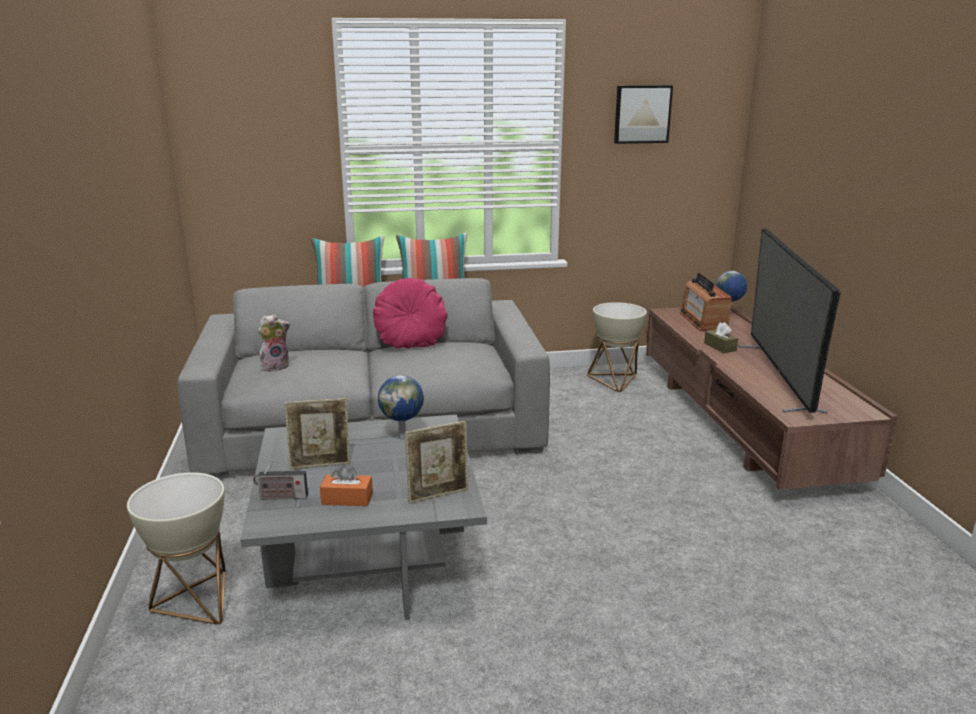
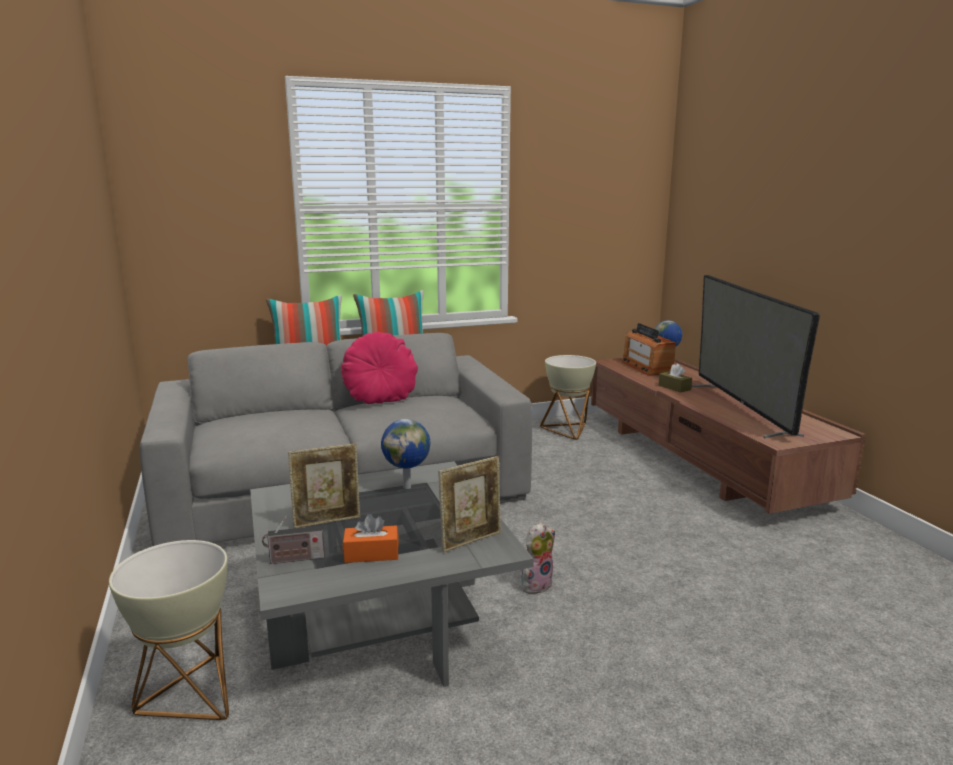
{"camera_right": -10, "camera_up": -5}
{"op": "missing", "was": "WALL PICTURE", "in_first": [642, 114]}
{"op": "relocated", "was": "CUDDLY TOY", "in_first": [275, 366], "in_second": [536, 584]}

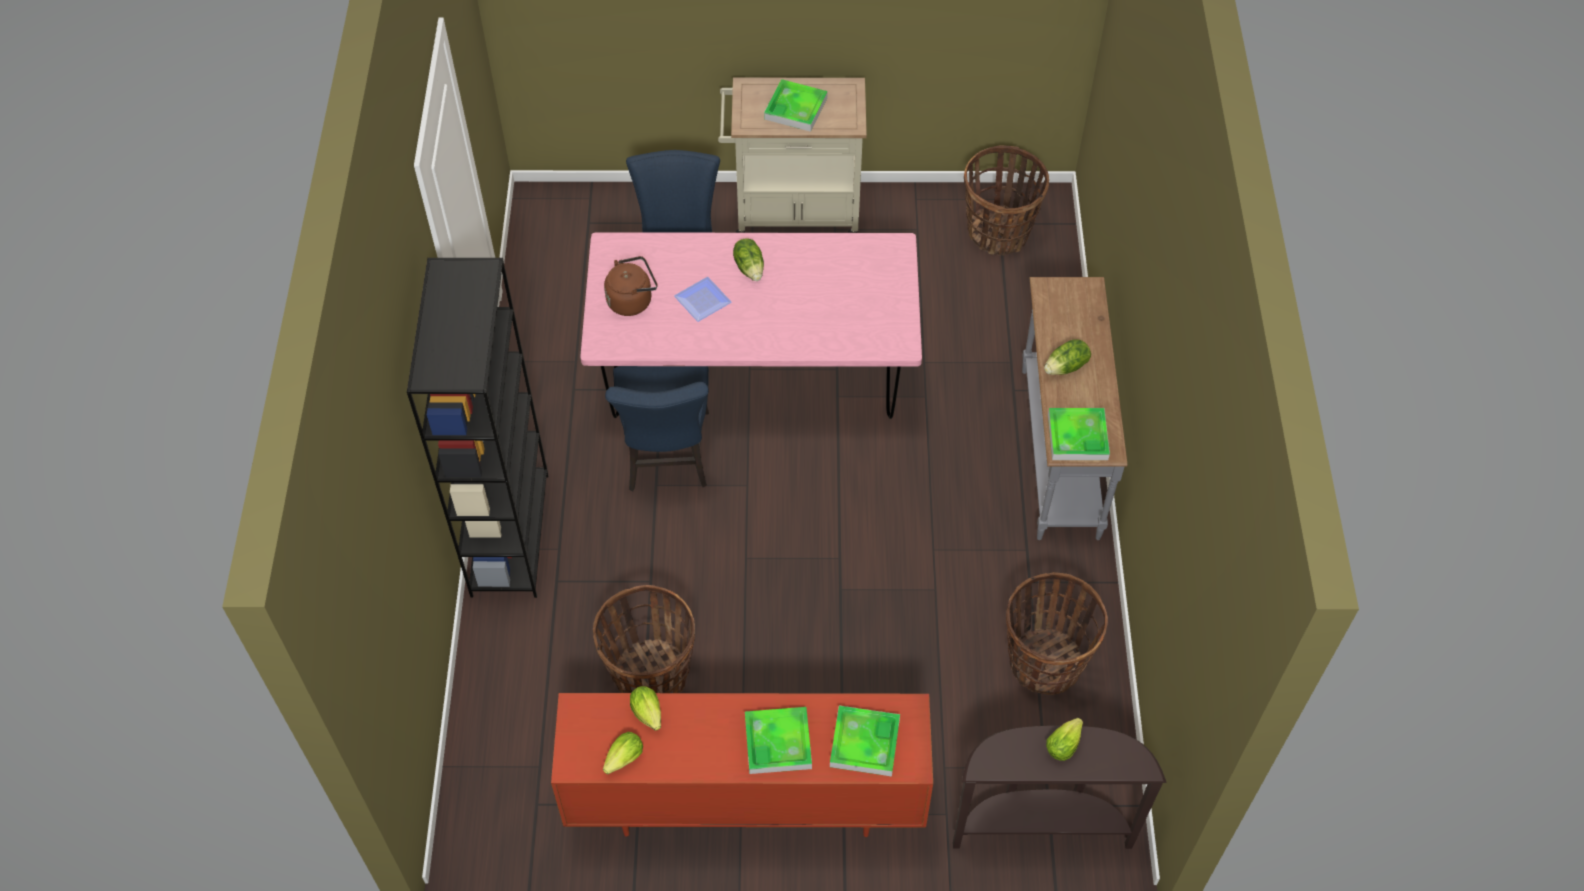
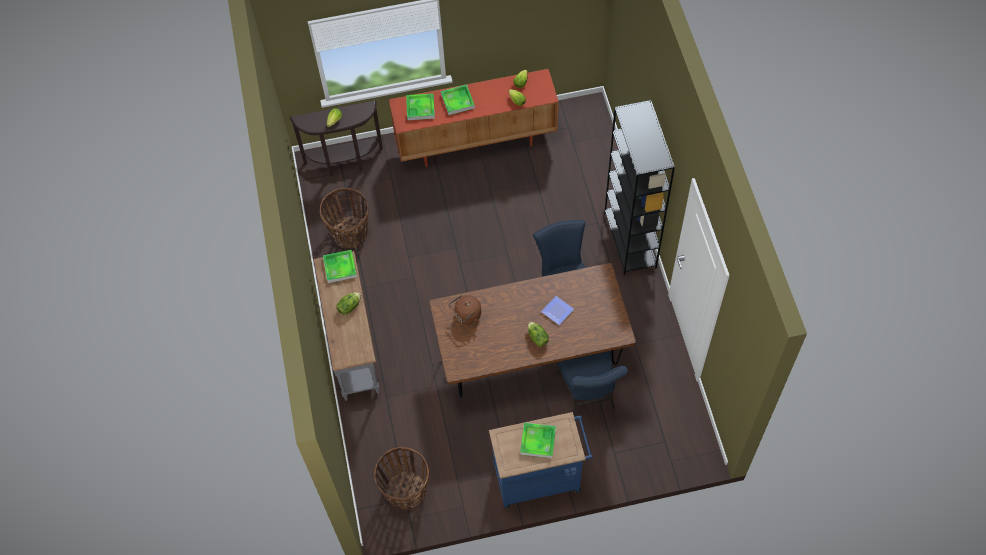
{"camera_right": 170, "camera_up": 5}
{"op": "missing", "was": "BASKET", "in_first": [650, 675]}
{"op": "relocated", "was": "BROWN WATER KETTLE", "in_first": [632, 300], "in_second": [467, 316]}
{"op": "colour", "was": "PINK KITCHEN TABLE", "now": "BROWN KITCHEN TABLE", "in_first": [755, 376], "in_second": [531, 356]}
{"op": "colour", "was": "BEIGE-COLOURED TROLLEY", "now": "BLUE-COLOURED TROLLEY", "in_first": [792, 211], "in_second": [540, 479]}

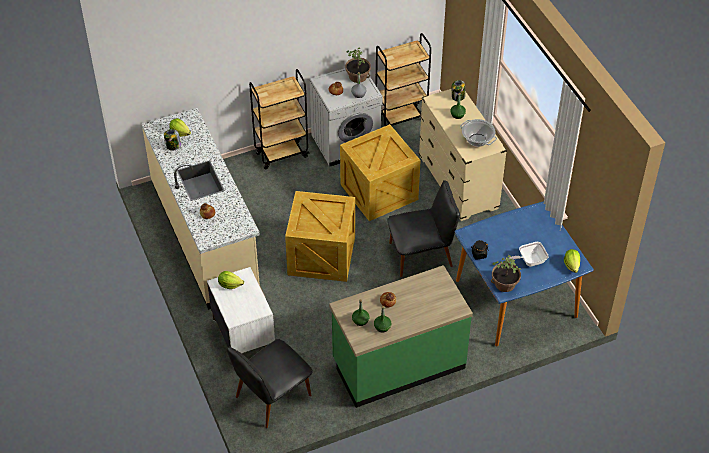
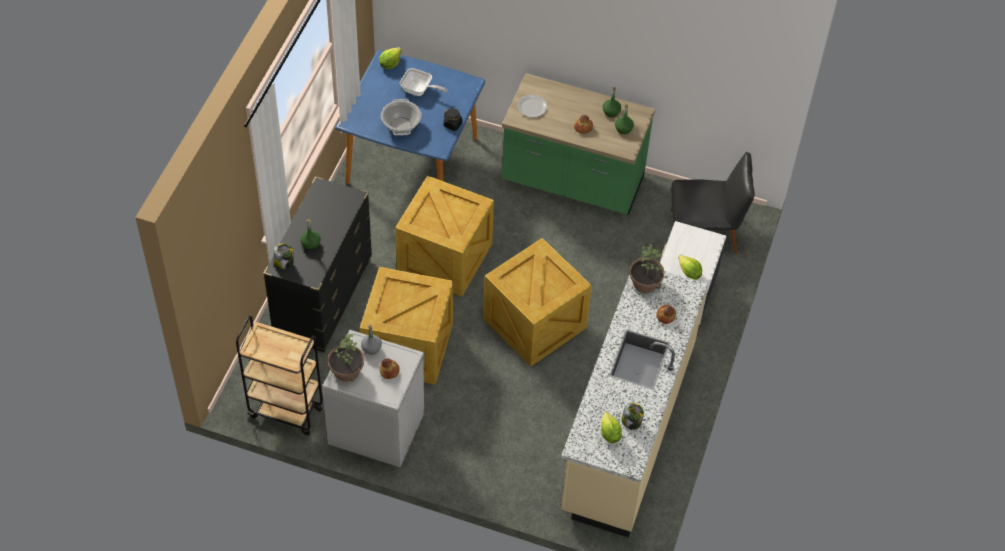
{"camera_right": -140, "camera_up": 5}
{"op": "missing", "was": "BROWN TROLLEY", "in_first": [282, 154]}
{"op": "appeared", "now": "FLAT DISH", "in_second": [532, 107]}
{"op": "relocated", "was": "COOKING POT", "in_first": [477, 140], "in_second": [401, 126]}
{"op": "relocated", "was": "PLANT IN A POT", "in_first": [505, 283], "in_second": [644, 283]}
{"op": "exchanged", "was": "BLACK PLAIN CHAIR", "now": "SHIPPING CRATE", "in_first": [420, 254], "in_second": [444, 256]}
{"op": "colour", "was": "BEIGE-COLOURED DRESSER", "now": "BLACK DRESSER", "in_first": [458, 183], "in_second": [323, 297]}

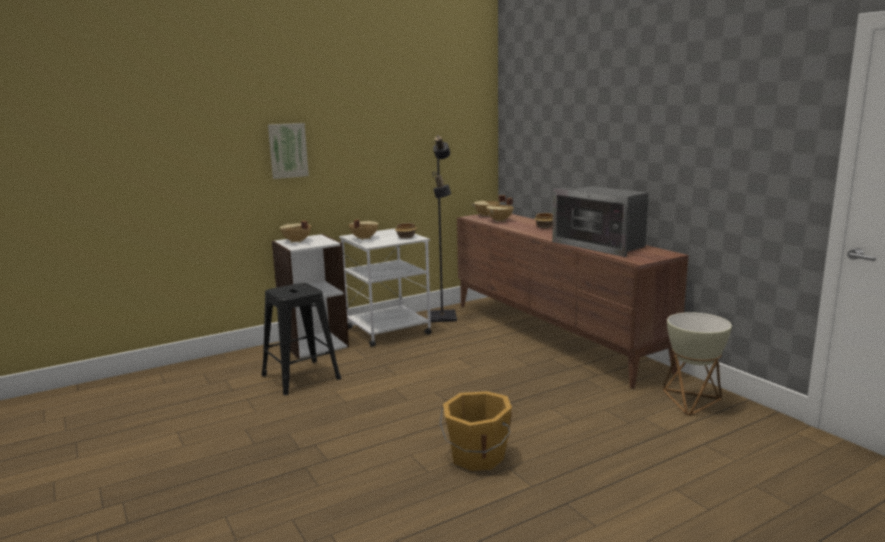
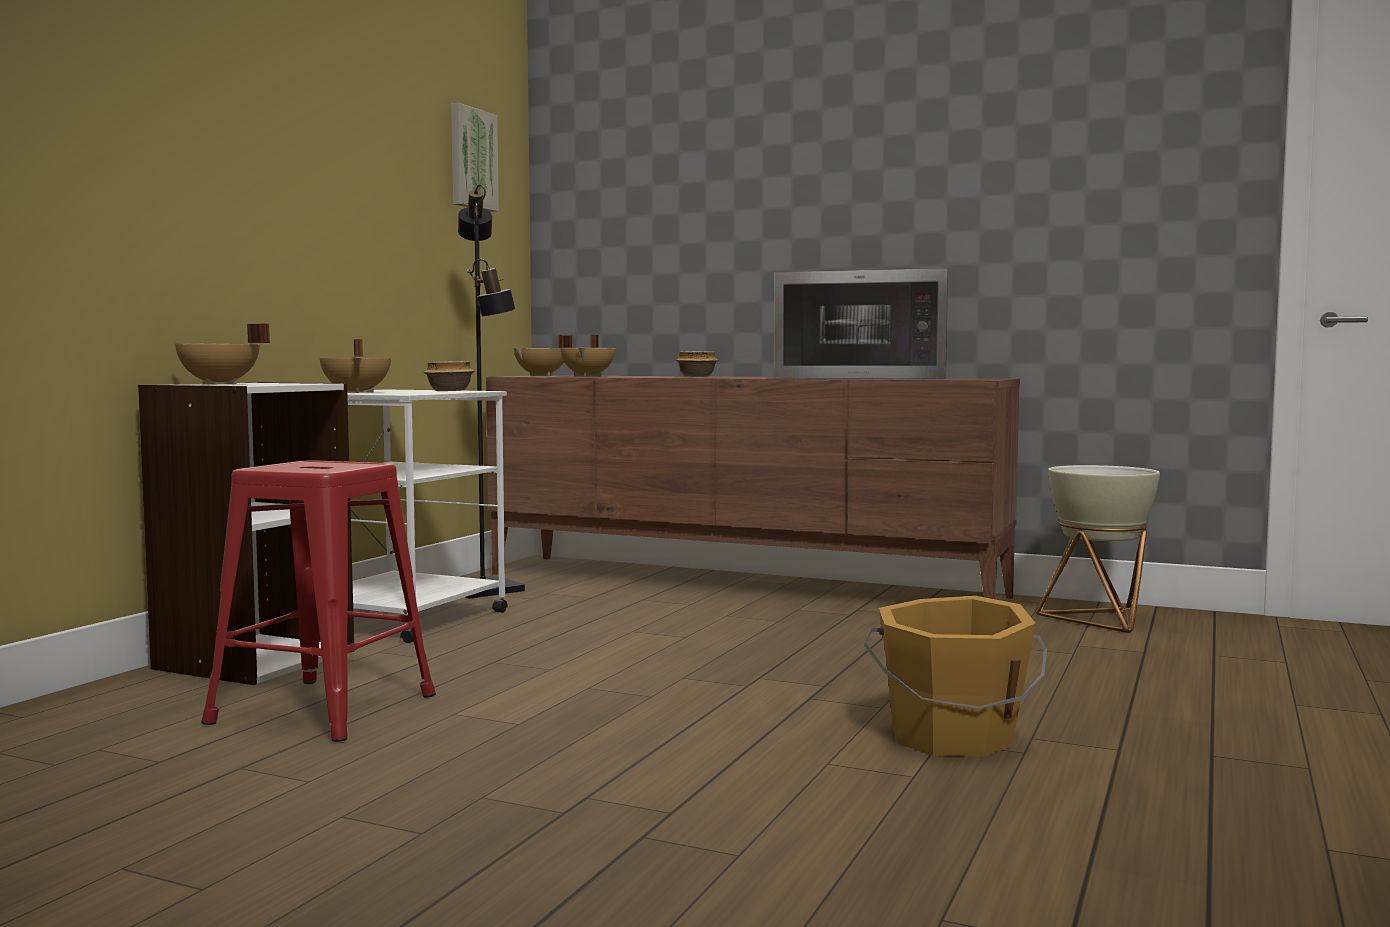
{"camera_right": -35, "camera_up": -10}
{"op": "relocated", "was": "WALL PICTURE", "in_first": [287, 150], "in_second": [471, 159]}
{"op": "colour", "was": "BLACK STOOL", "now": "RED-COLOURED STOOL", "in_first": [301, 377], "in_second": [324, 709]}

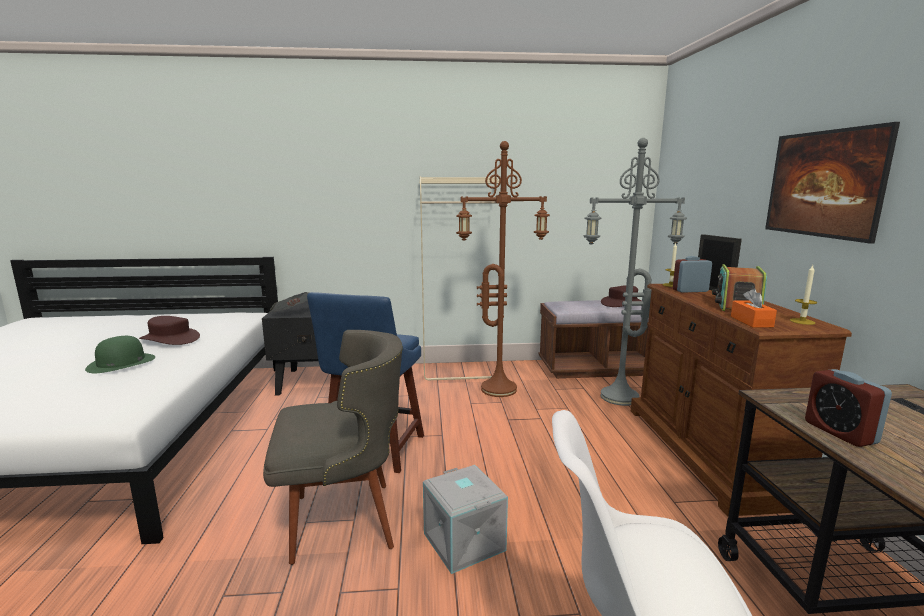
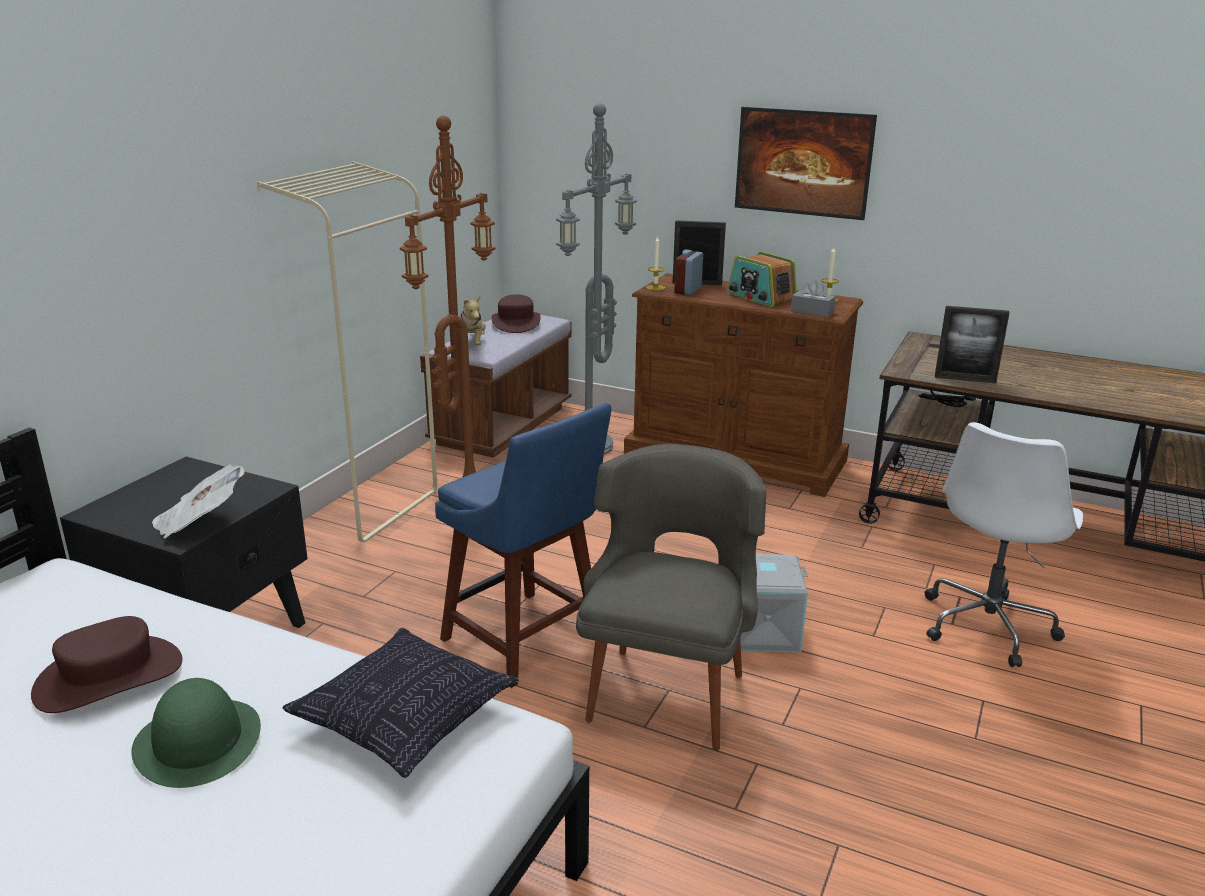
{"camera_right": -60, "camera_up": 10}
{"op": "appeared", "now": "THROW PILLOW", "in_second": [406, 719]}
{"op": "appeared", "now": "CUDDLY TOY", "in_second": [471, 344]}
{"op": "exchanged", "was": "BEDSIDE CLOCK", "now": "STANDING FRAME", "in_first": [840, 432], "in_second": [965, 379]}
{"op": "colour", "was": "ORANGE-COLOURED TISSUE HOLDER", "now": "GREYISH TISSUE HOLDER", "in_first": [751, 321], "in_second": [812, 311]}

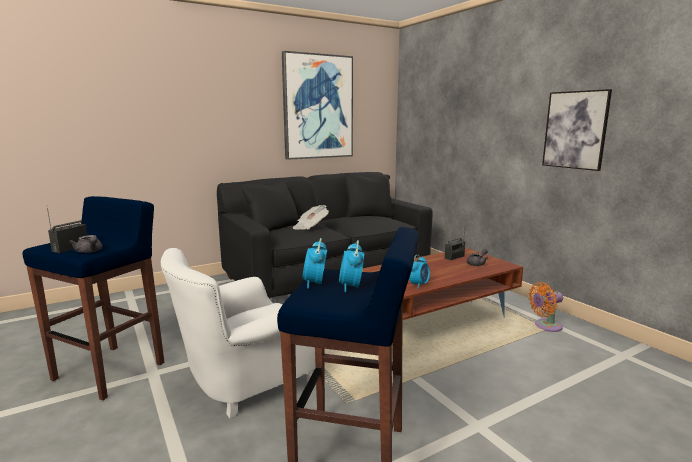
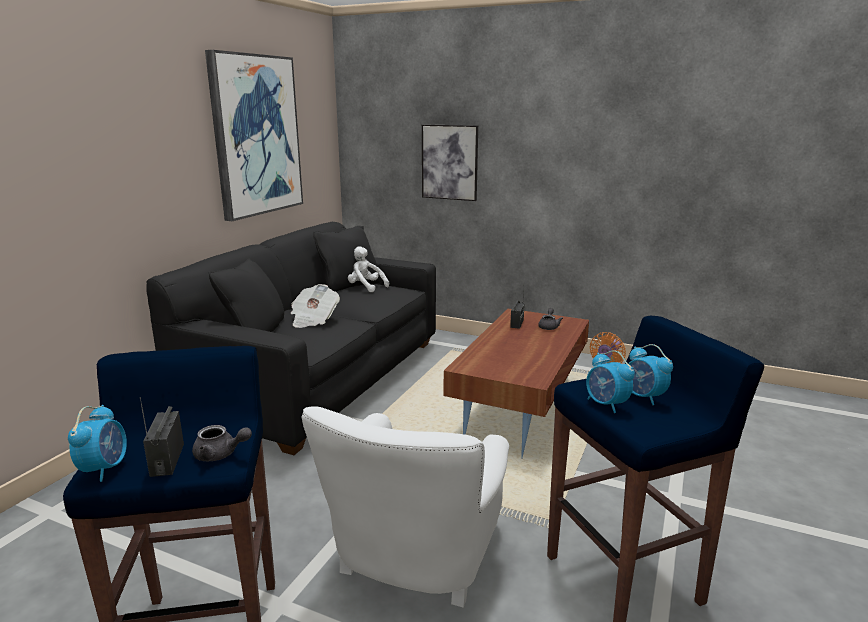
{"camera_right": -35, "camera_up": 5}
{"op": "appeared", "now": "WHITE-COLOURED CUDDLY TOY", "in_second": [365, 287]}
{"op": "relocated", "was": "BEDSIDE CLOCK", "in_first": [419, 285], "in_second": [105, 468]}
{"op": "relocated", "was": "WALL PICTURE", "in_first": [575, 130], "in_second": [449, 162]}

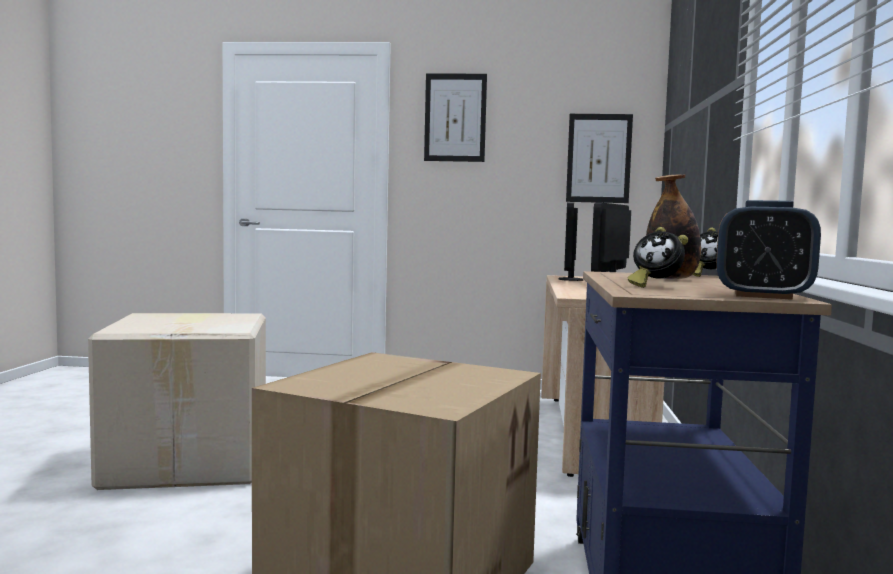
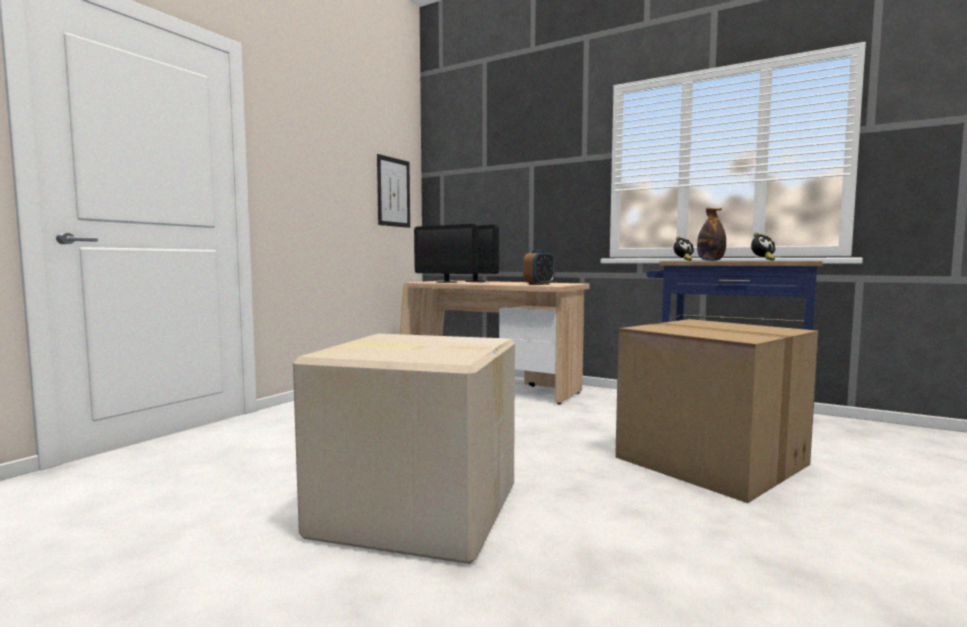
{"camera_right": -65, "camera_up": 0}
{"op": "missing", "was": "WALL PICTURE", "in_first": [455, 117]}
{"op": "relocated", "was": "BEDSIDE CLOCK", "in_first": [762, 296], "in_second": [539, 284]}

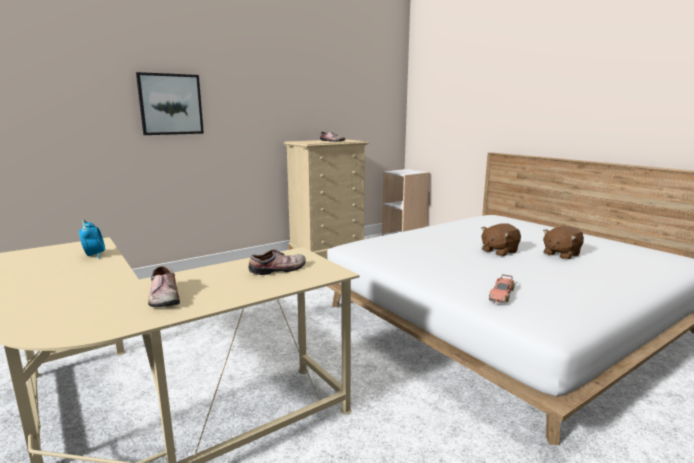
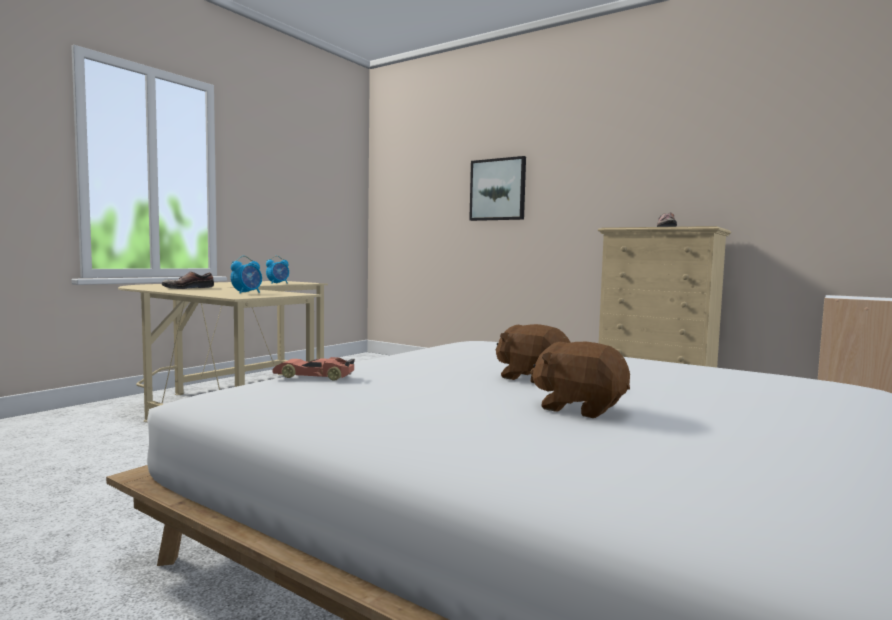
{"camera_right": 70, "camera_up": -10}
{"op": "exchanged", "was": "LOW SHOE", "now": "BEDSIDE CLOCK", "in_first": [279, 270], "in_second": [247, 293]}

